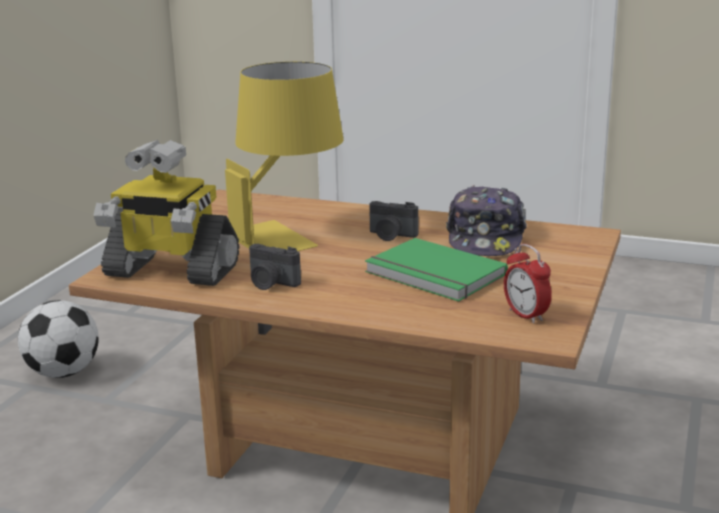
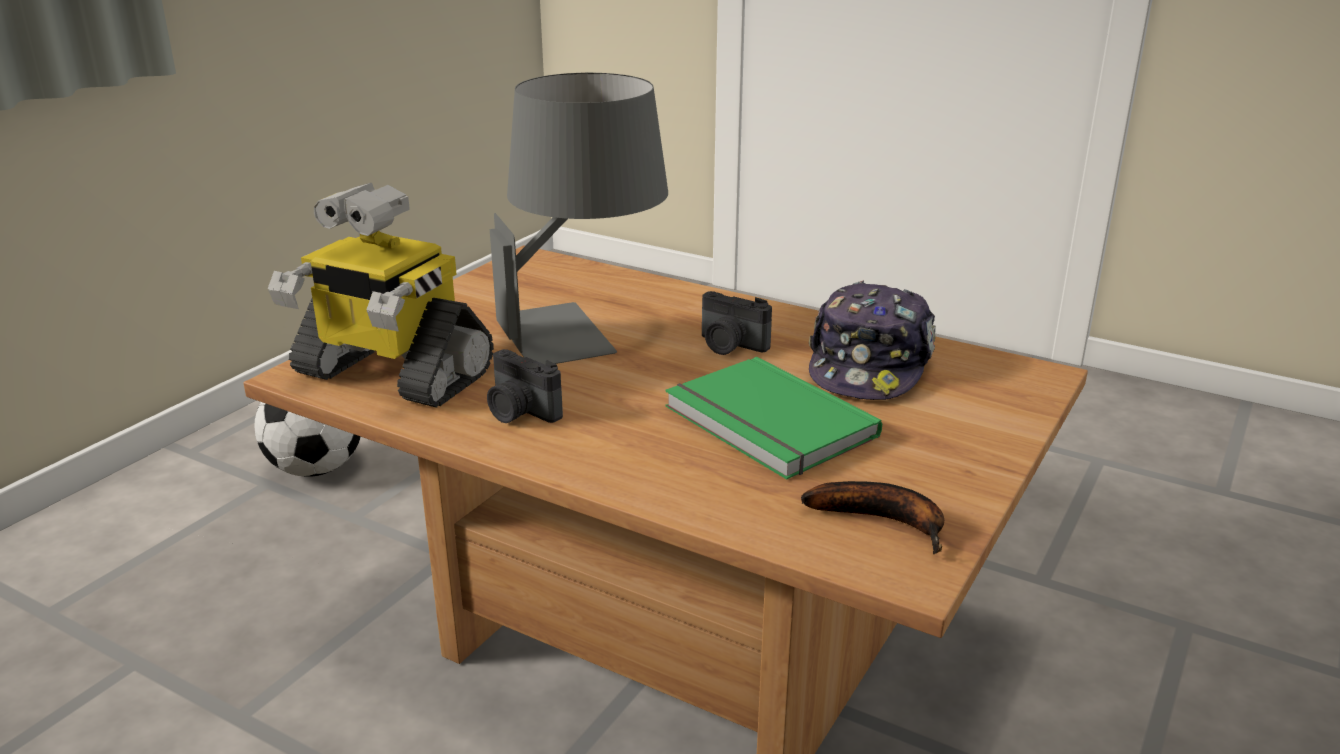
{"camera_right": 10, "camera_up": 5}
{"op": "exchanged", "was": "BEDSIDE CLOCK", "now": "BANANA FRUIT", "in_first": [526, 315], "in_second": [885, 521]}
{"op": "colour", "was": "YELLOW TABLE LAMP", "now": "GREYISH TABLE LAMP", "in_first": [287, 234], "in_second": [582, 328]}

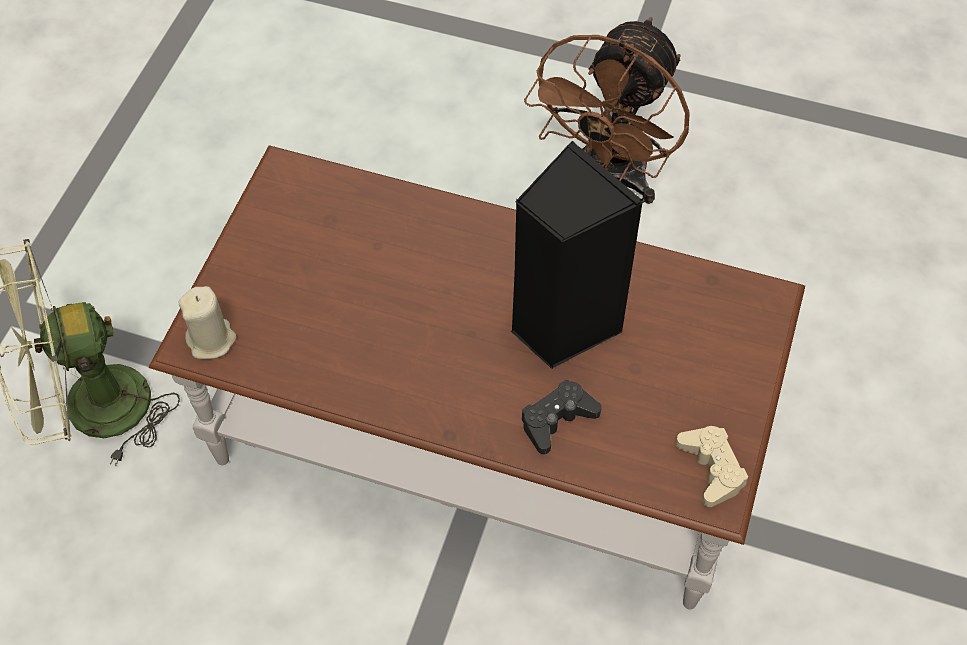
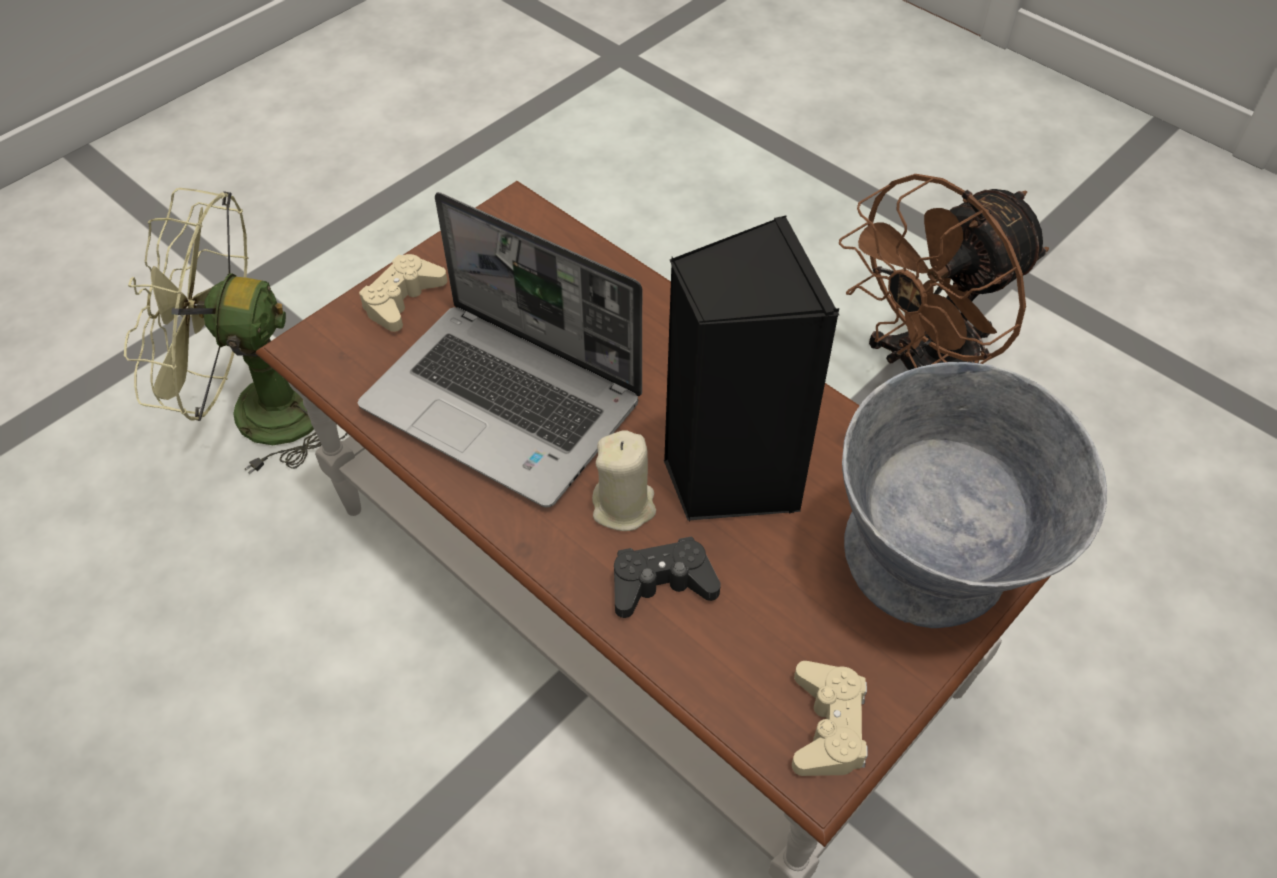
{"camera_right": 25, "camera_up": -5}
{"op": "appeared", "now": "PORTABLE COMPUTER", "in_second": [506, 404]}
{"op": "appeared", "now": "BEIGE-COLOURED JOYPAD", "in_second": [402, 299]}
{"op": "appeared", "now": "GREYISH BOWL", "in_second": [927, 586]}
{"op": "relocated", "was": "BEIGE-COLOURED CANDLE", "in_first": [211, 340], "in_second": [624, 506]}

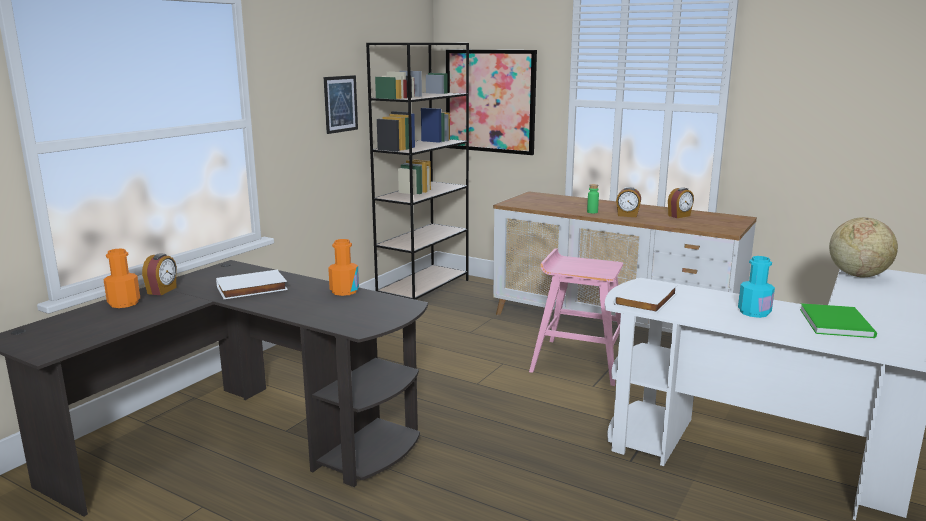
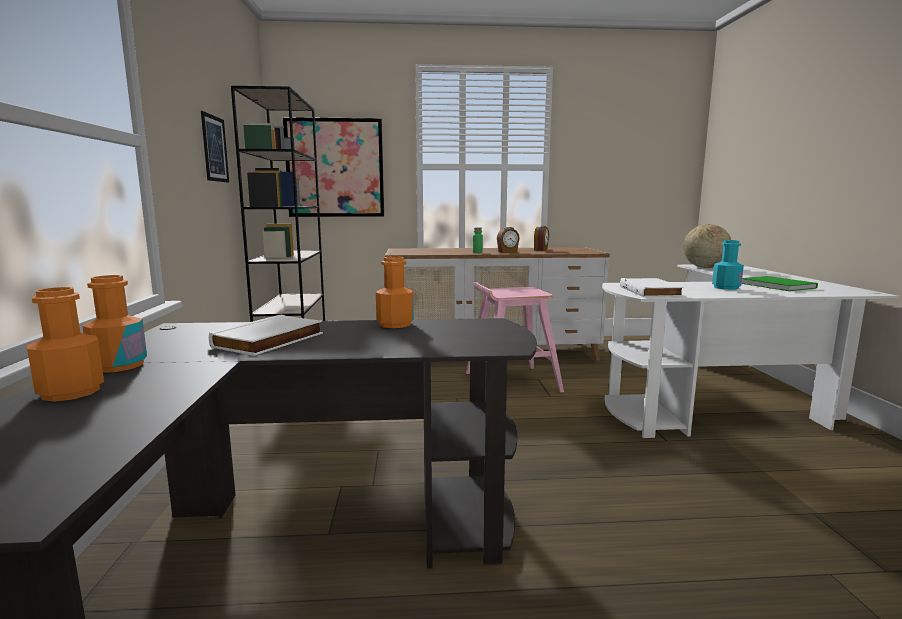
{"camera_right": -35, "camera_up": -5}
{"op": "exchanged", "was": "BEDSIDE CLOCK", "now": "ORANGE-COLOURED BEVERAGE BOTTLE", "in_first": [162, 291], "in_second": [119, 365]}

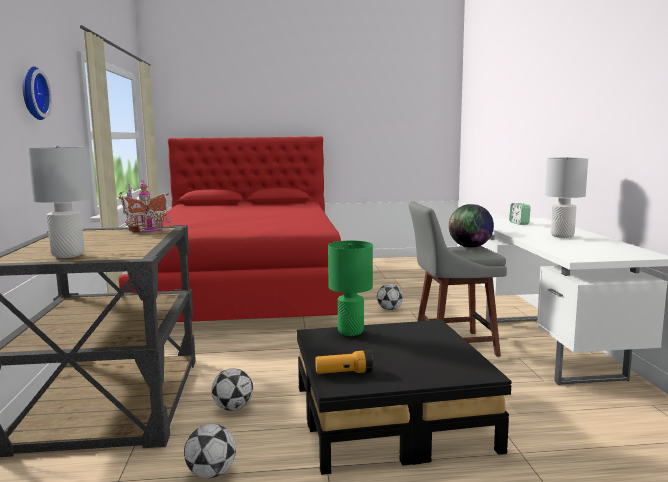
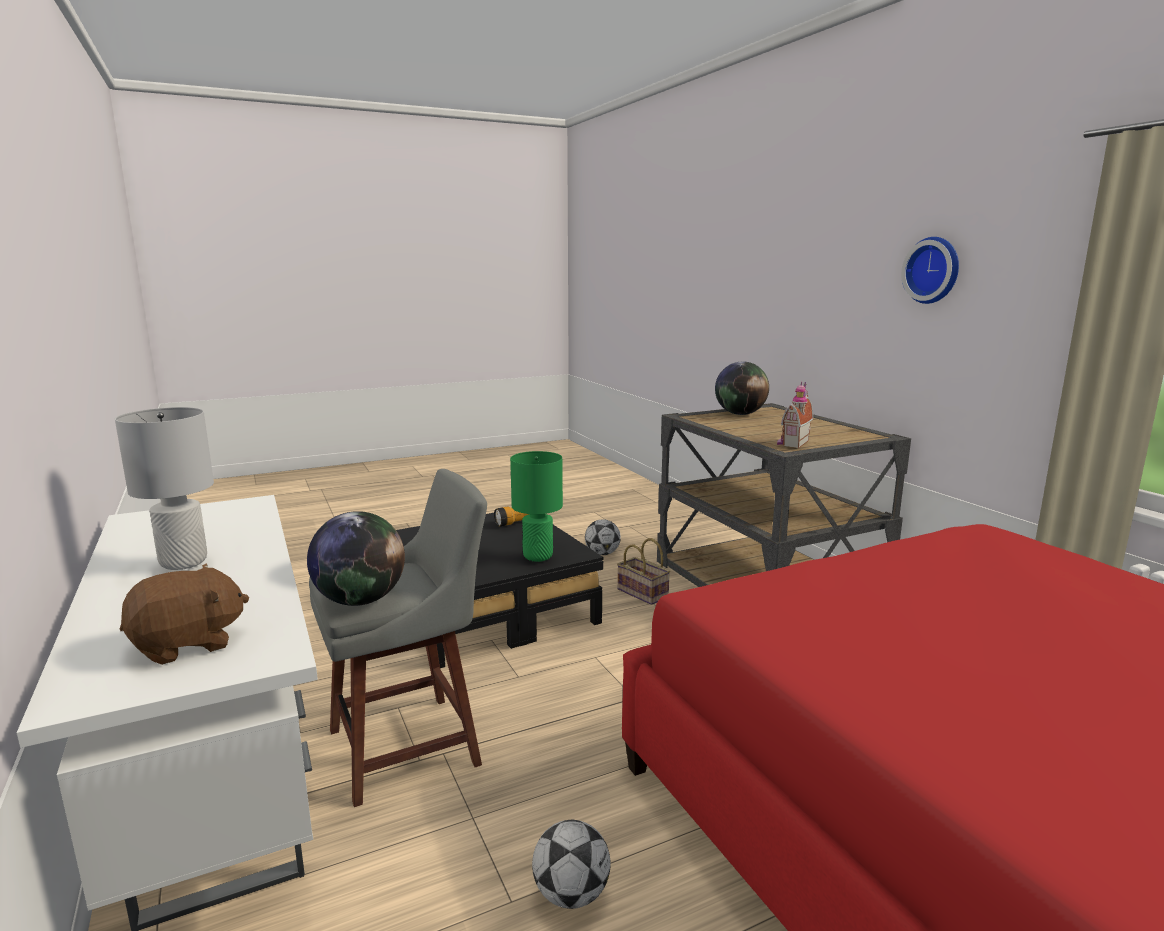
{"camera_right": 160, "camera_up": 5}
{"op": "exchanged", "was": "GREYISH TABLE LAMP", "now": "DESK GLOBE", "in_first": [67, 256], "in_second": [740, 414]}
{"op": "exchanged", "was": "FOOTBALL BALL", "now": "BASKET", "in_first": [233, 408], "in_second": [644, 593]}
{"op": "exchanged", "was": "BEDSIDE CLOCK", "now": "BROWN CUDDLY TOY", "in_first": [519, 223], "in_second": [188, 644]}

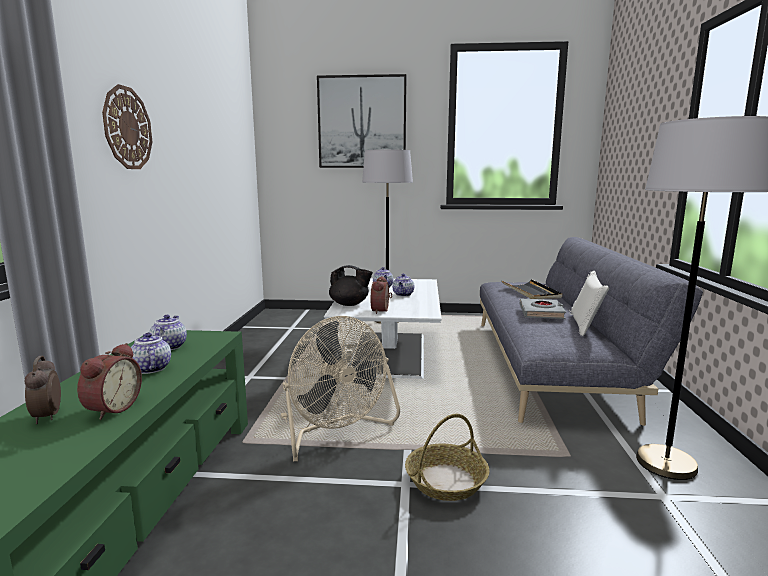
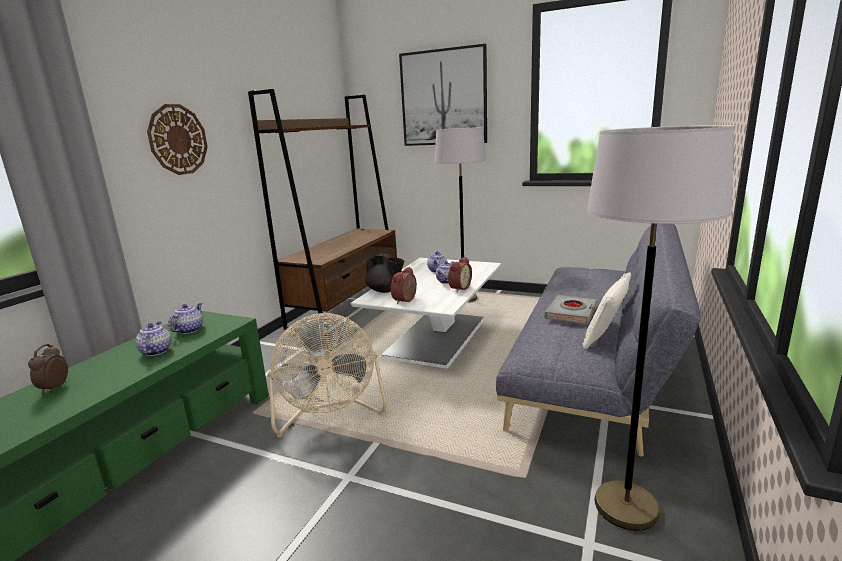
{"camera_right": 20, "camera_up": 5}
{"op": "missing", "was": "BASKET", "in_first": [446, 481]}
{"op": "missing", "was": "BLACK SERVING TRAY", "in_first": [531, 292]}
{"op": "appeared", "now": "BROWN BOOKSHELF", "in_second": [347, 304]}
{"op": "relocated", "was": "BEDSIDE CLOCK", "in_first": [111, 408], "in_second": [458, 288]}

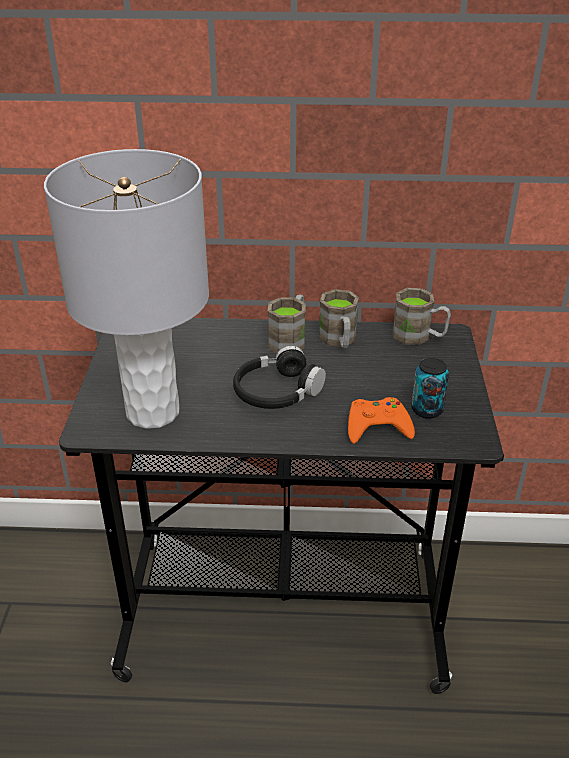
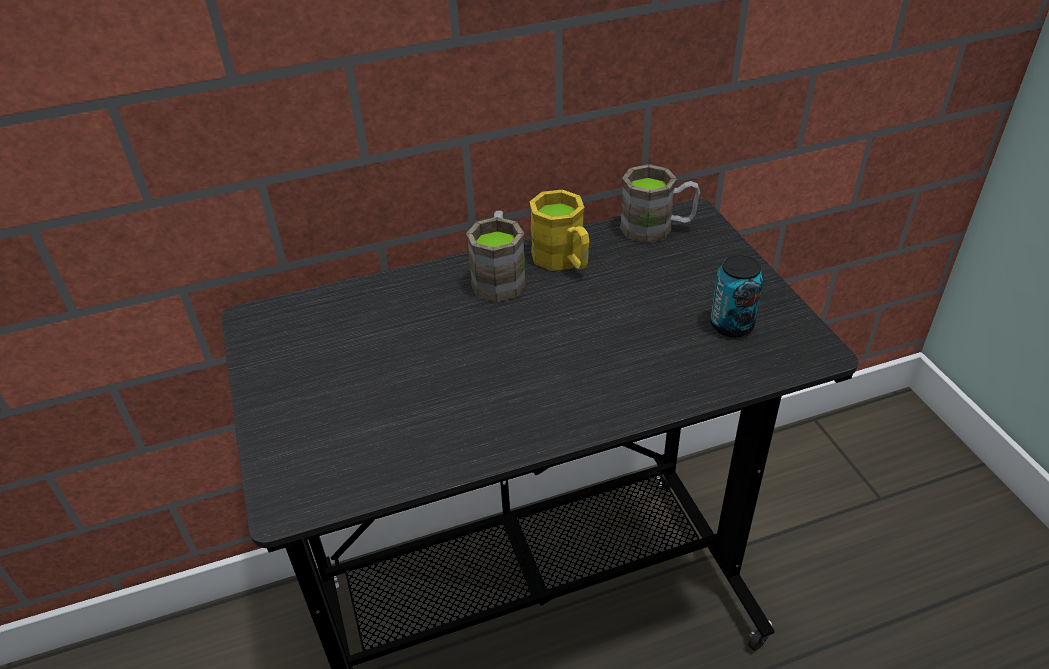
{"camera_right": -20, "camera_up": 5}
{"op": "missing", "was": "GREYISH TABLE LAMP", "in_first": [152, 412]}
{"op": "missing", "was": "BLACK HEADPHONES", "in_first": [277, 392]}
{"op": "missing", "was": "ORANGE-COLOURED JOYPAD", "in_first": [377, 426]}
{"op": "colour", "was": "BROWN TEA MUG", "now": "YELLOW TEA MUG", "in_first": [339, 341], "in_second": [563, 261]}

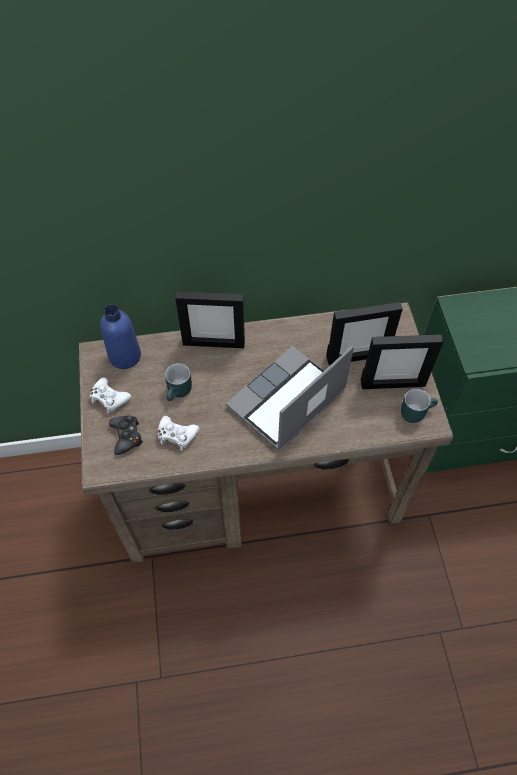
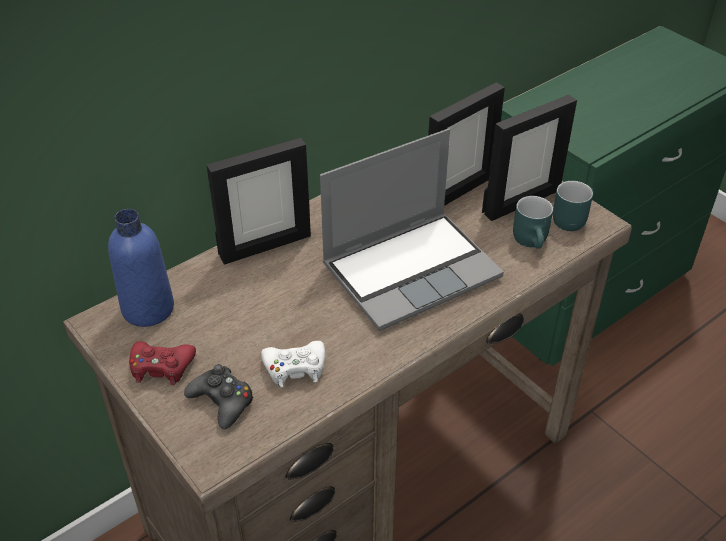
{"camera_right": -30, "camera_up": -15}
{"op": "relocated", "was": "TURQUOISE-COLOURED TEA MUG", "in_first": [179, 392], "in_second": [533, 241]}
{"op": "colour", "was": "WHITE-COLOURED JOYPAD", "now": "RED-COLOURED JOYPAD", "in_first": [109, 398], "in_second": [161, 367]}
{"op": "spun", "was": "PORTABLE COMPUTER", "in_first": [286, 401], "in_second": [412, 269], "clockwise": -135}

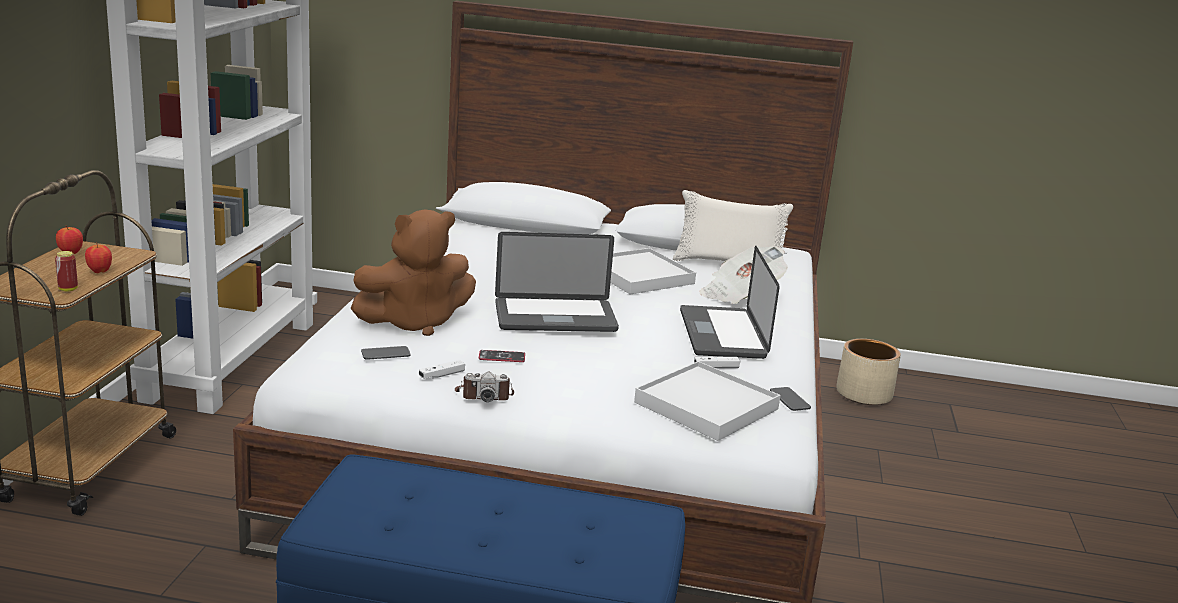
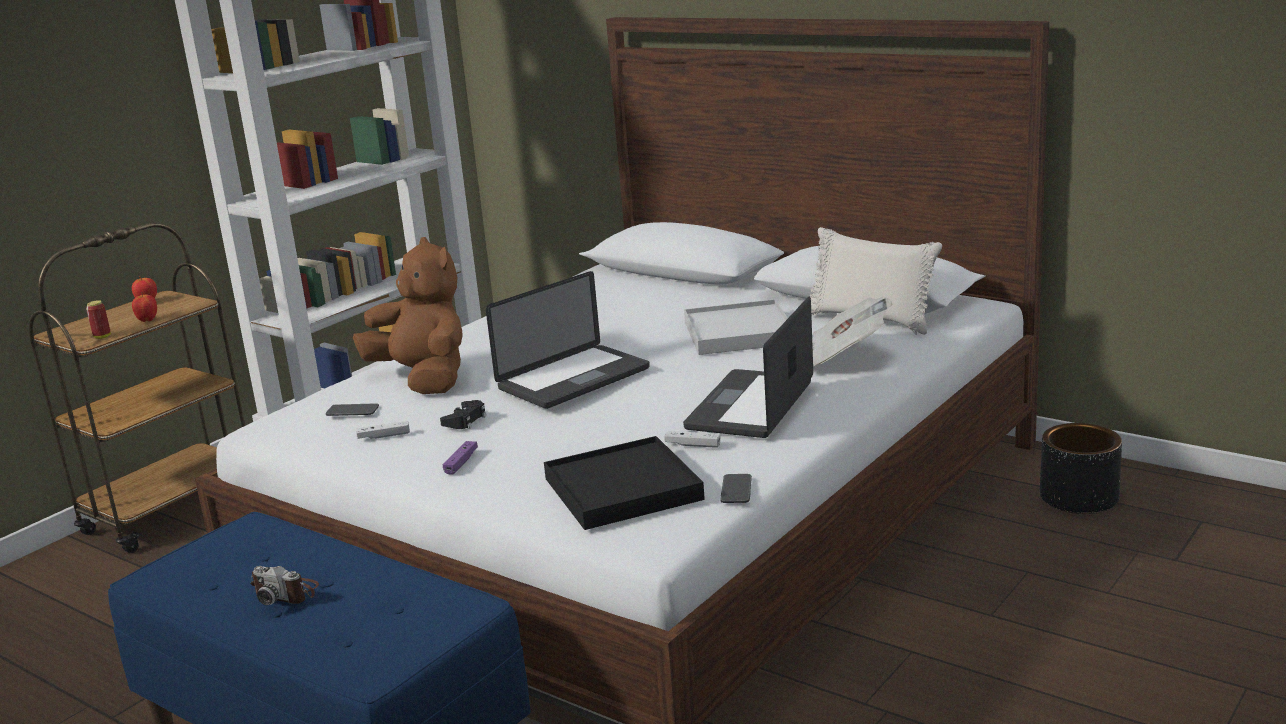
{"camera_right": 30, "camera_up": 0}
{"op": "appeared", "now": "PURPLISH JOYPAD", "in_second": [461, 463]}
{"op": "relocated", "was": "STILL CAMERA", "in_first": [484, 395], "in_second": [287, 593]}
{"op": "exchanged", "was": "TELEPHONE", "now": "BLACK JOYPAD", "in_first": [501, 357], "in_second": [465, 420]}
{"op": "colour", "was": "WHITE-COLOURED SERVING TRAY", "now": "BLACK SERVING TRAY", "in_first": [706, 405], "in_second": [623, 489]}
{"op": "colour", "was": "BEIGE-COLOURED FLOWER POT", "now": "BLACK FLOWER POT", "in_first": [864, 394], "in_second": [1079, 499]}
{"op": "spun", "was": "BROWN CUDDLY TOY", "in_first": [415, 322], "in_second": [424, 379], "clockwise": -135}
{"op": "spun", "was": "PORTABLE COMPUTER", "in_first": [555, 317], "in_second": [574, 379], "clockwise": -60}

